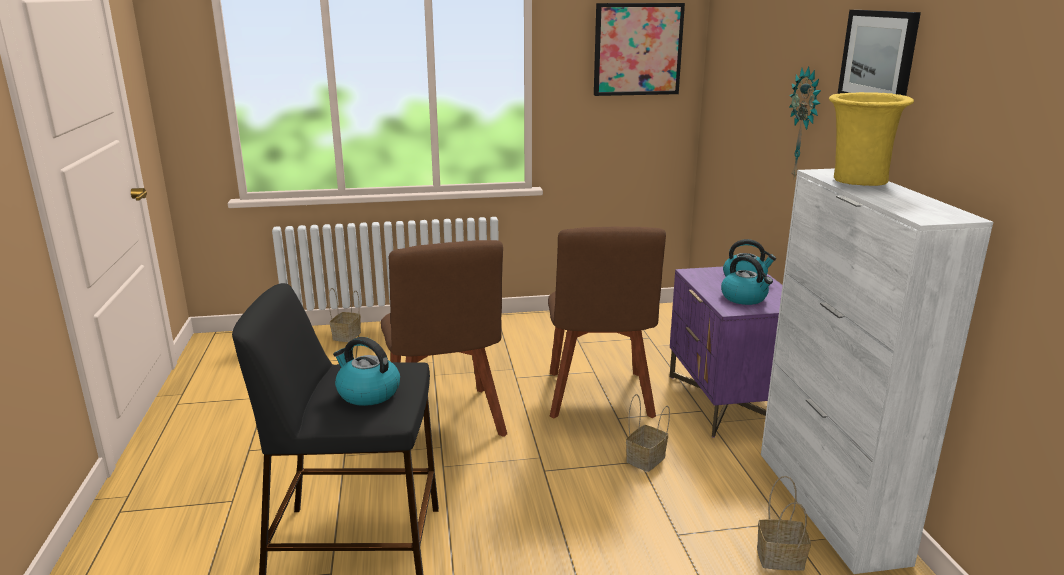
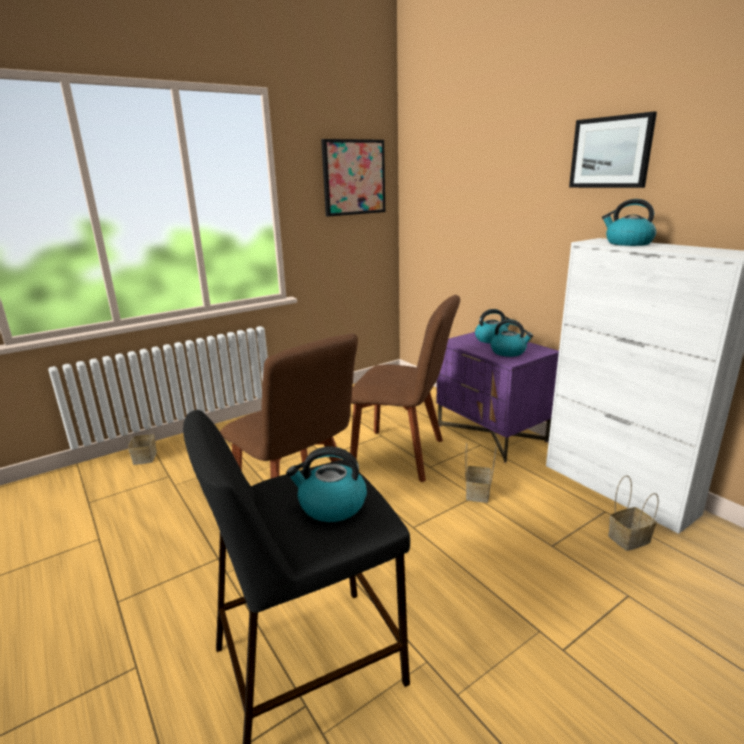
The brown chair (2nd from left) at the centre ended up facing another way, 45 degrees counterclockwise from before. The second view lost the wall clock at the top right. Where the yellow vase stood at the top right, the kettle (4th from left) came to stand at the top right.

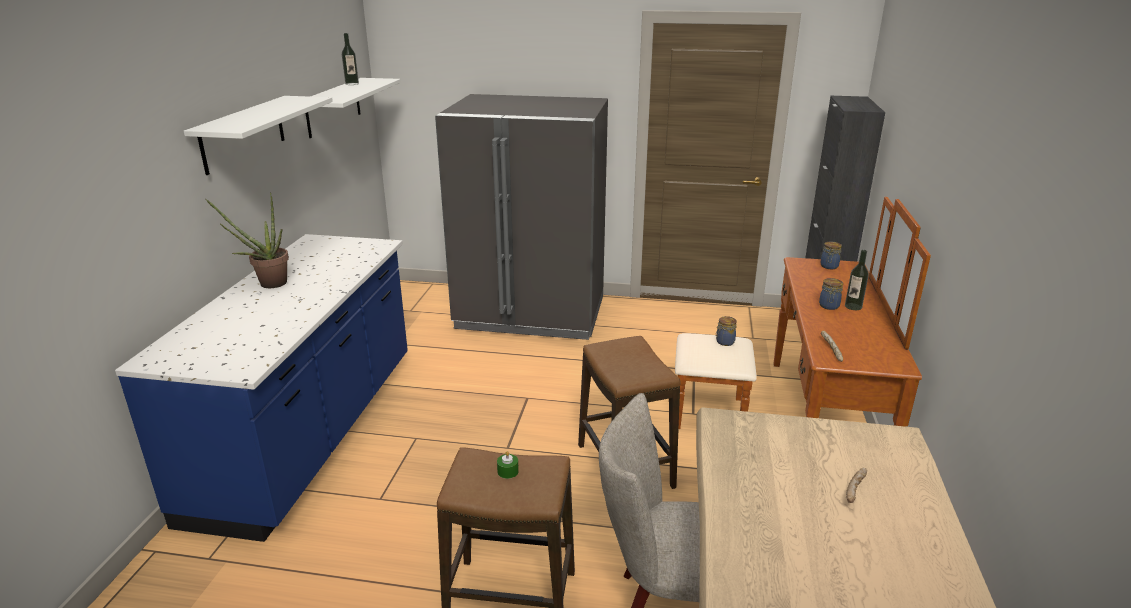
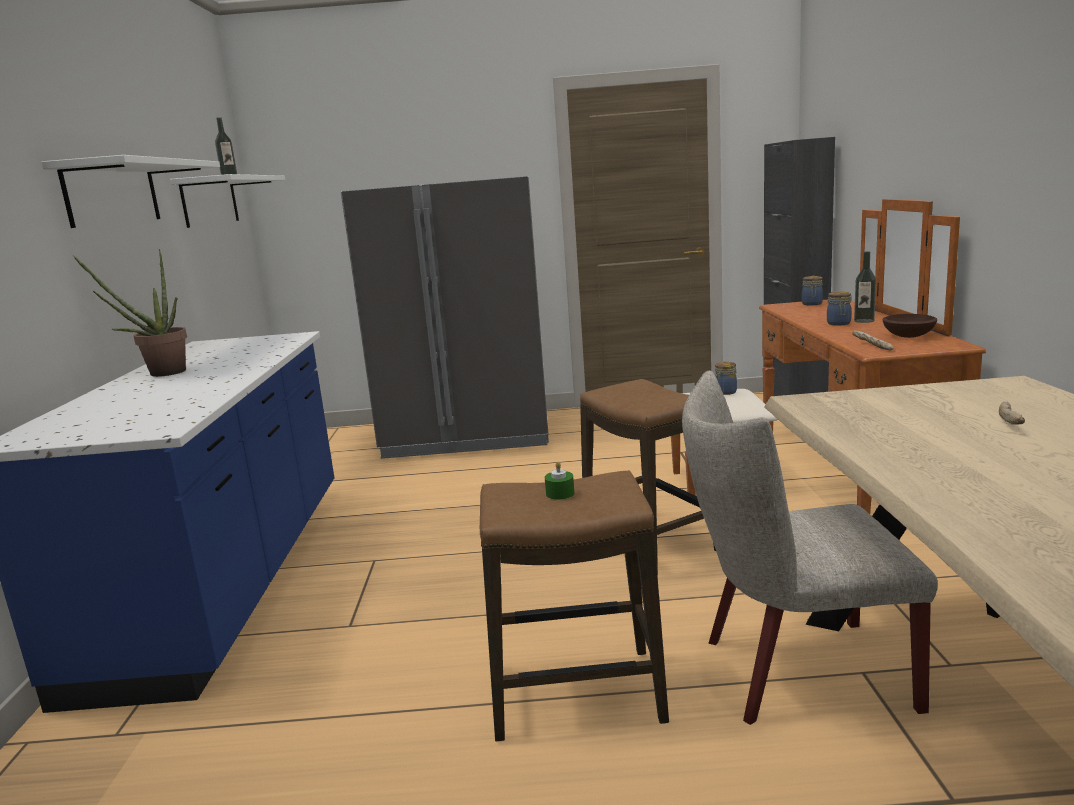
The second view gained the brown bowl at the middle right.

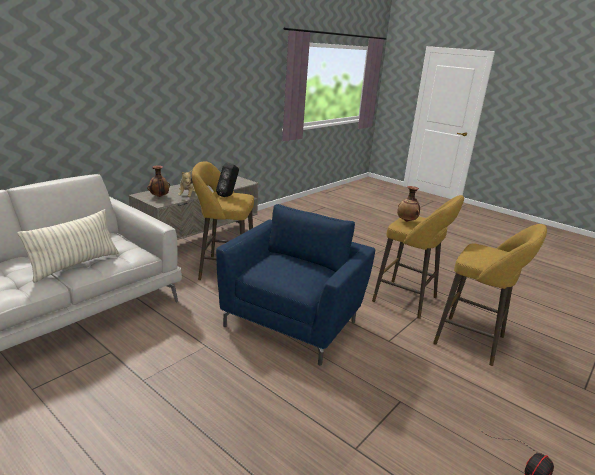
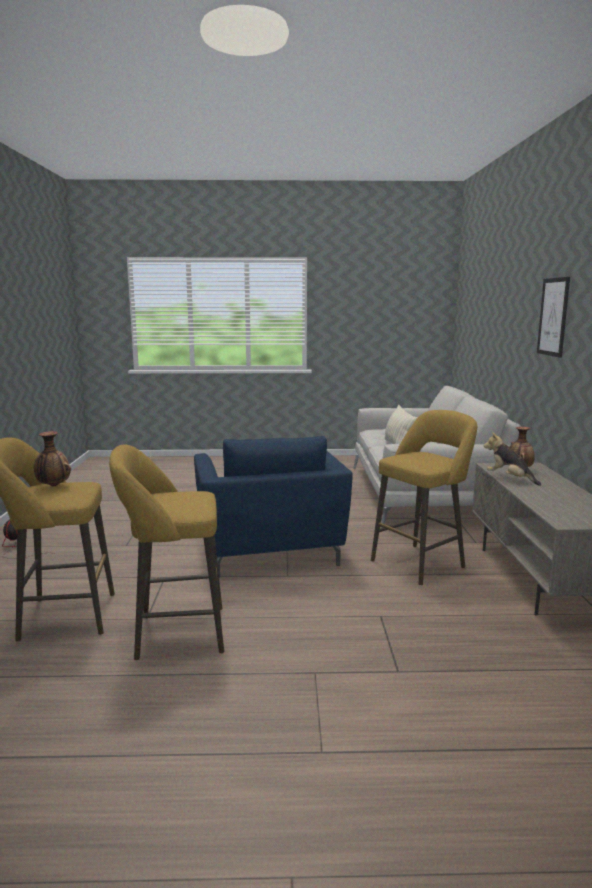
The second view lost the black speaker at the centre. The vase (2nd from left in the first image) ended up elsewhere, having gone from the middle right to the middle left. The second view gained the picture at the middle right.

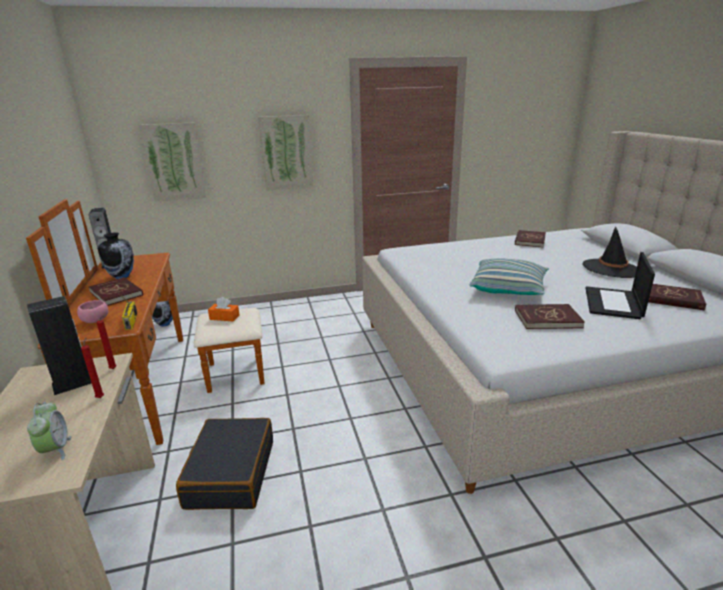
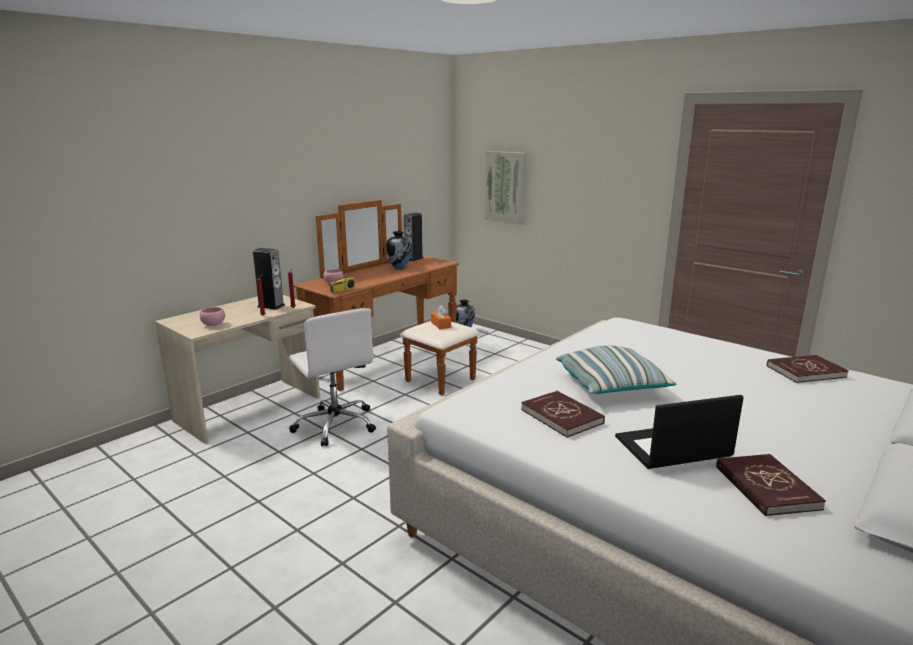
Where the alarm clock stood at the bottom left, the pink bowl (1st from left) came to stand at the middle left. The second view lost the red book (1st from left) at the middle left. Where the black suitcase stood at the bottom left, the white office chair came to stand at the centre. The second view lost the picture (2nd from left) at the top centre. The second view lost the black hat at the middle right.

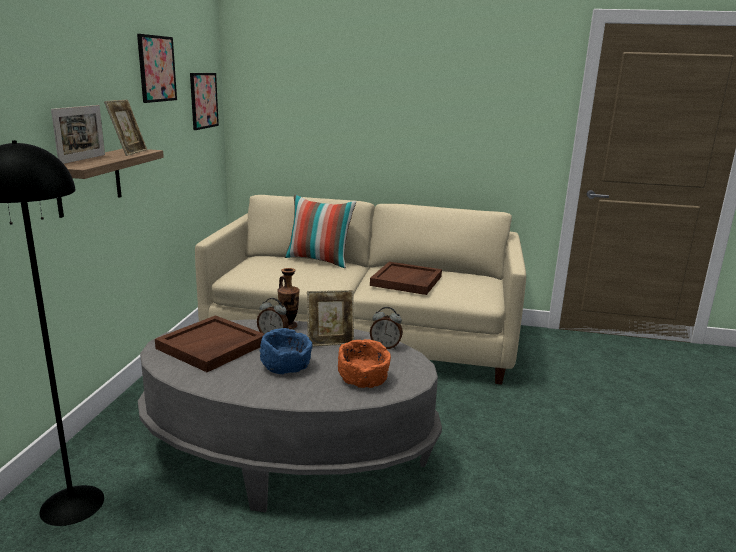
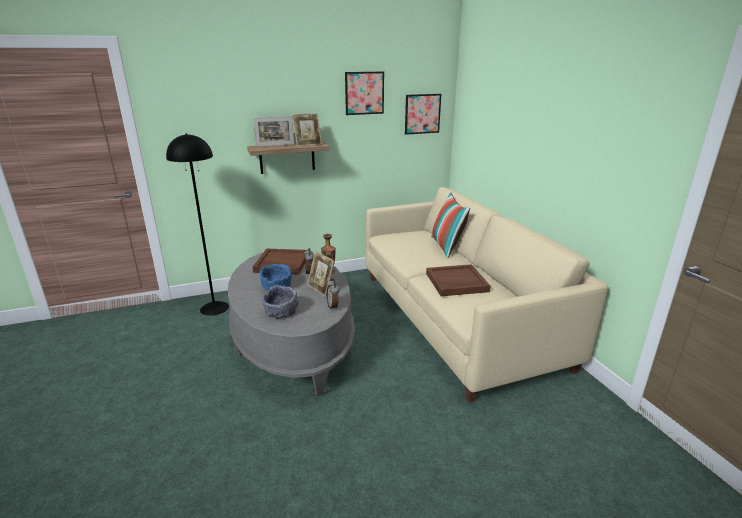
What was the orange bowl at the centre turned into the grey bowl at the centre.

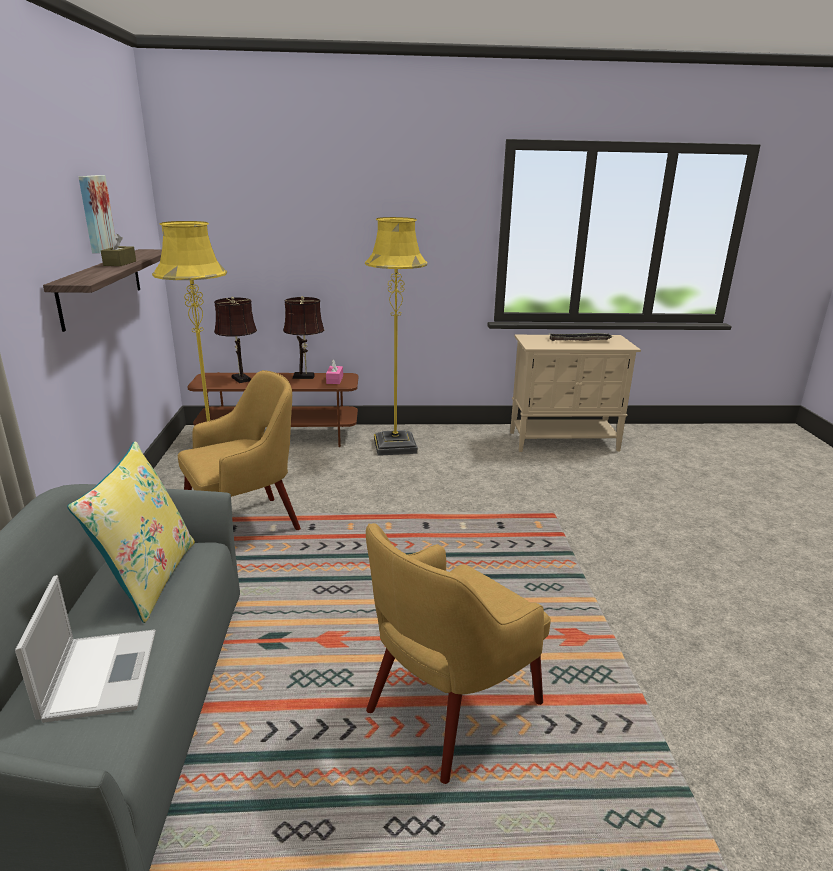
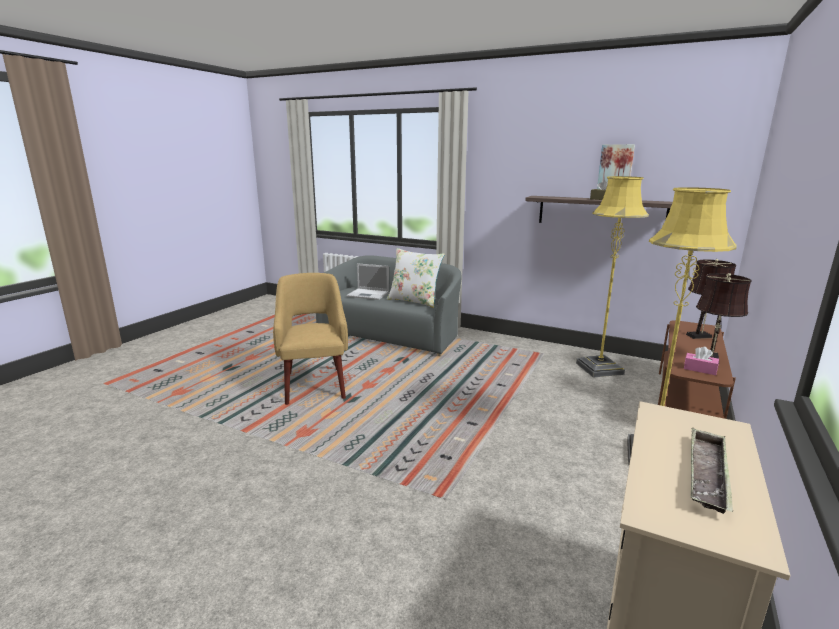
What was the yellow pillow at the middle left turned into the white pillow at the centre. The second view lost the yellow armchair (1st from left) at the middle left.

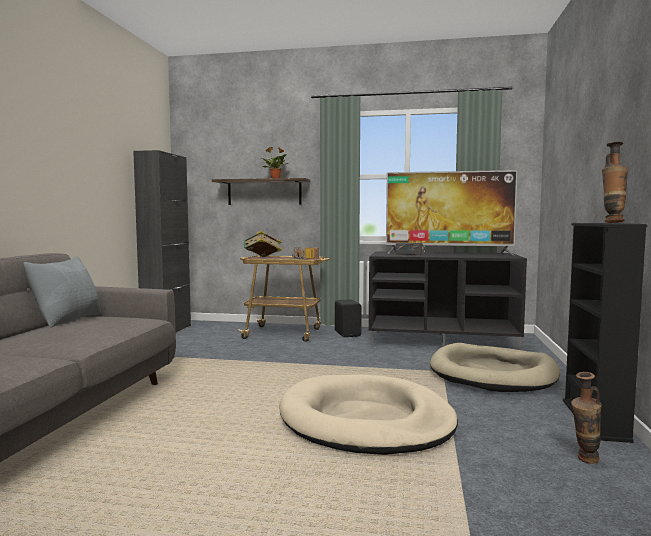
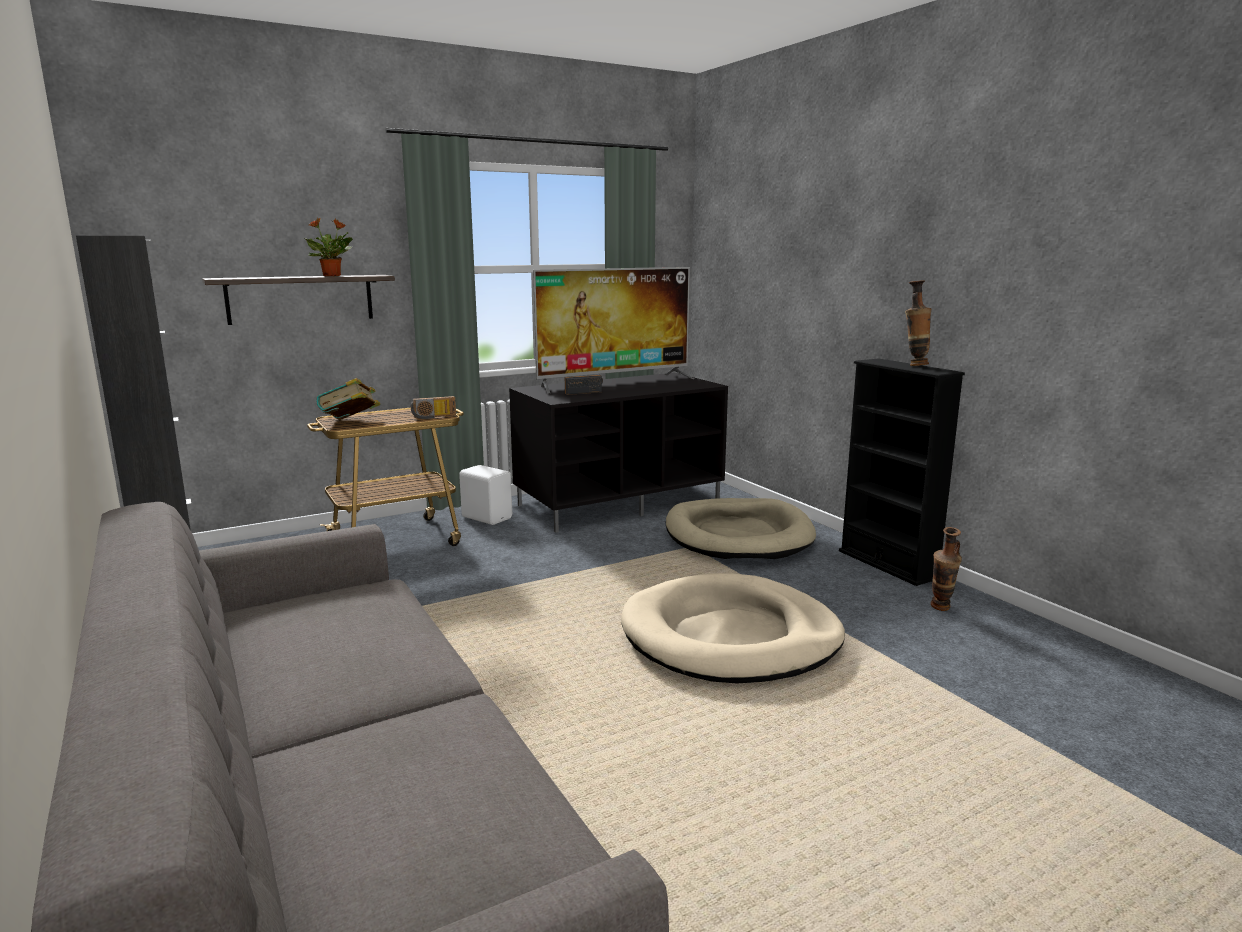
The second view lost the grey pillow at the middle left. What was the black speaker at the centre turned into the white speaker at the centre.

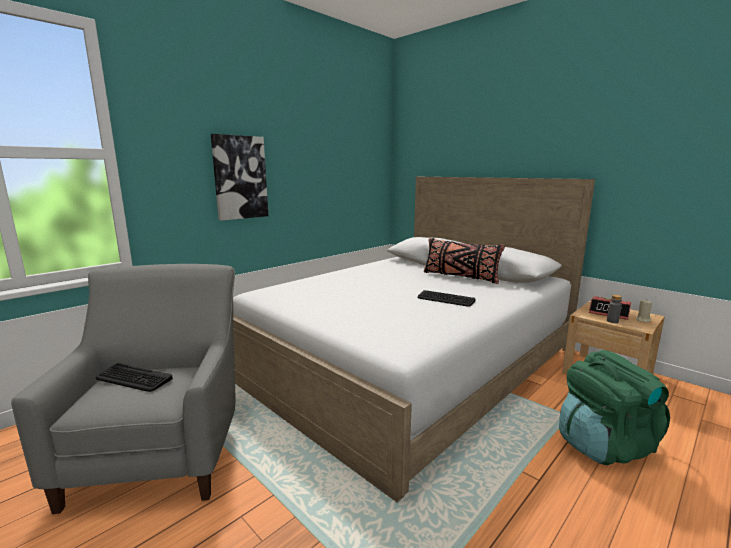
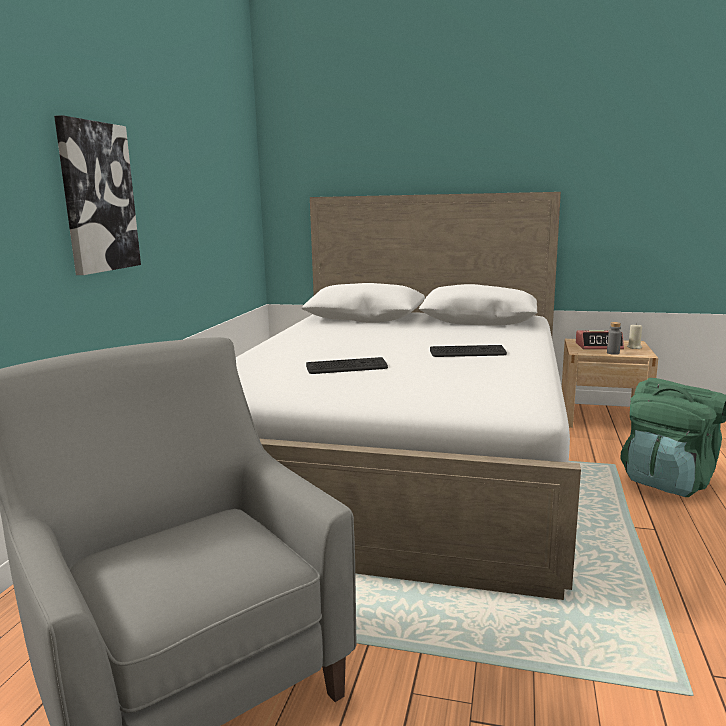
The keyboard (1st from left) ended up elsewhere, having gone from the bottom left to the centre. The second view lost the black pillow at the centre.

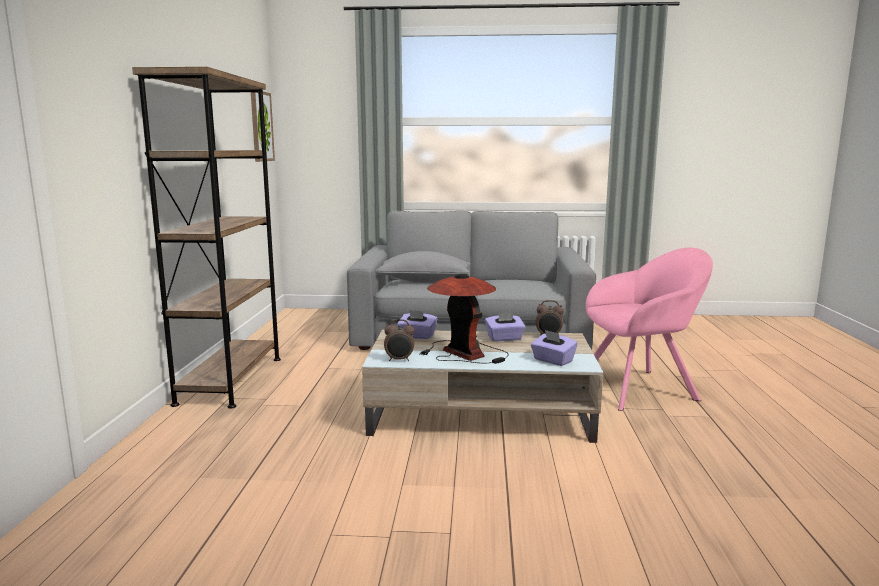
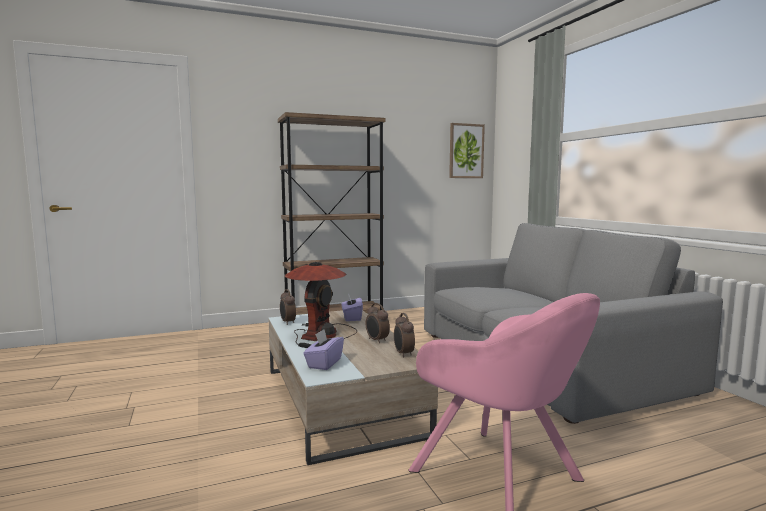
The second view lost the grey pillow at the centre. Where the purple tissue box (2nd from left) stood at the centre, the alarm clock (2nd from left) came to stand at the centre.

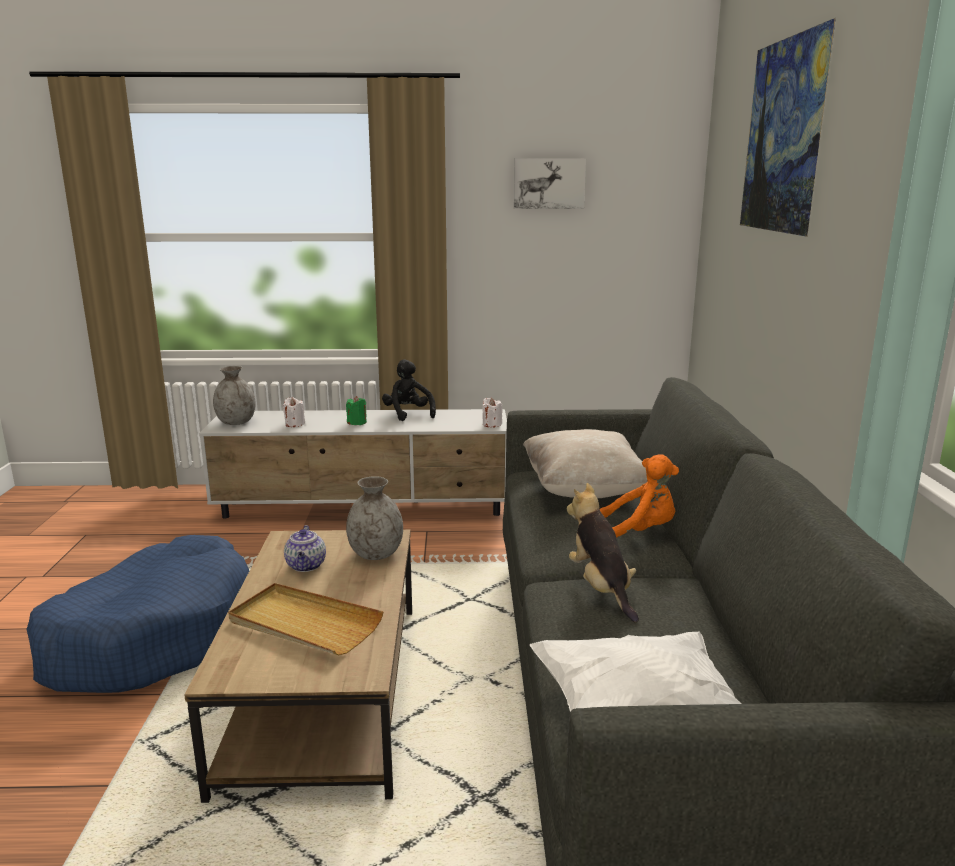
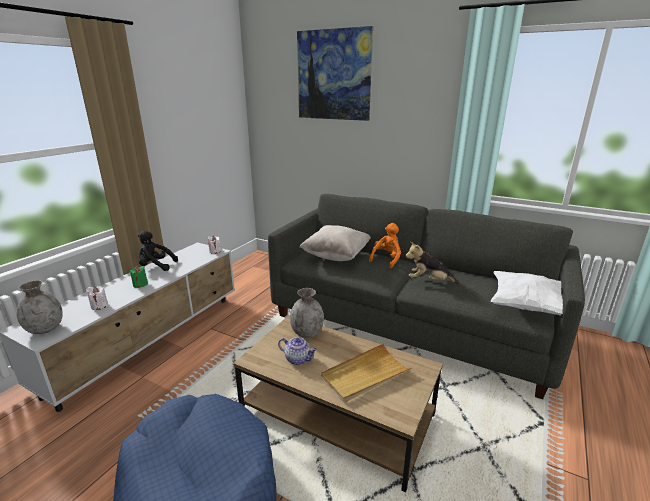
The second view lost the picture (1st from left) at the top centre.

